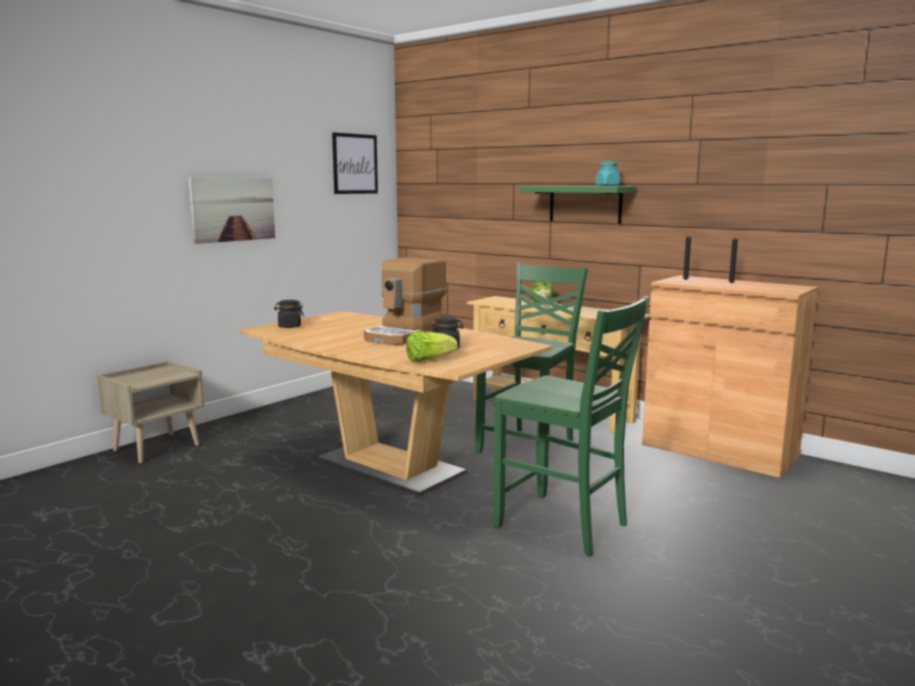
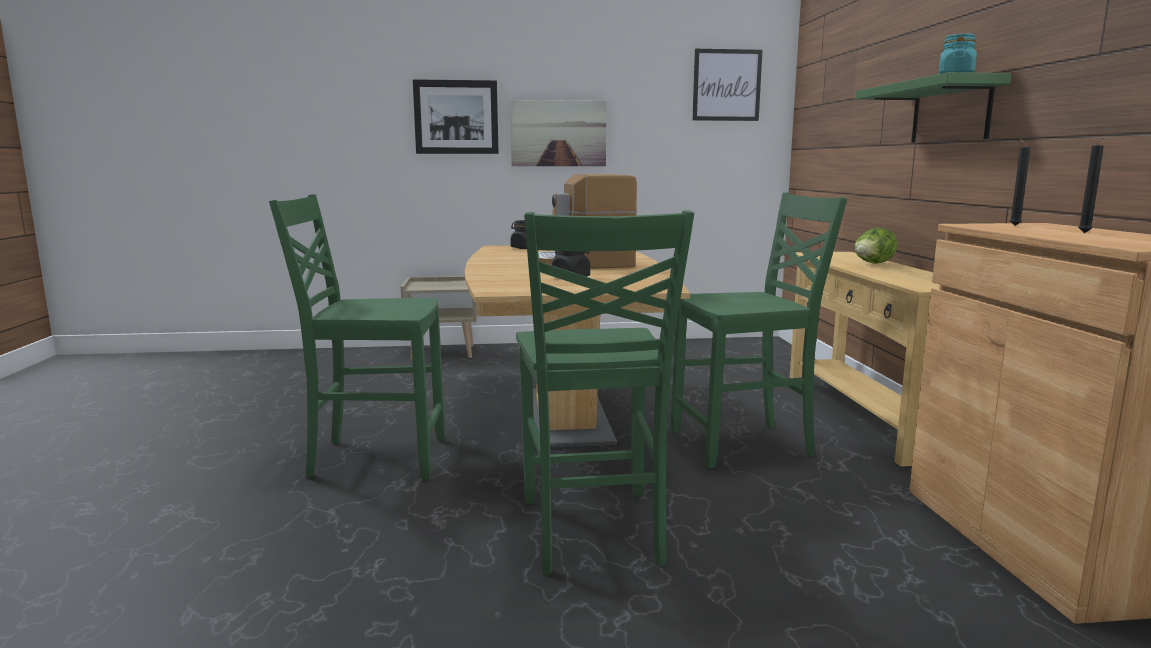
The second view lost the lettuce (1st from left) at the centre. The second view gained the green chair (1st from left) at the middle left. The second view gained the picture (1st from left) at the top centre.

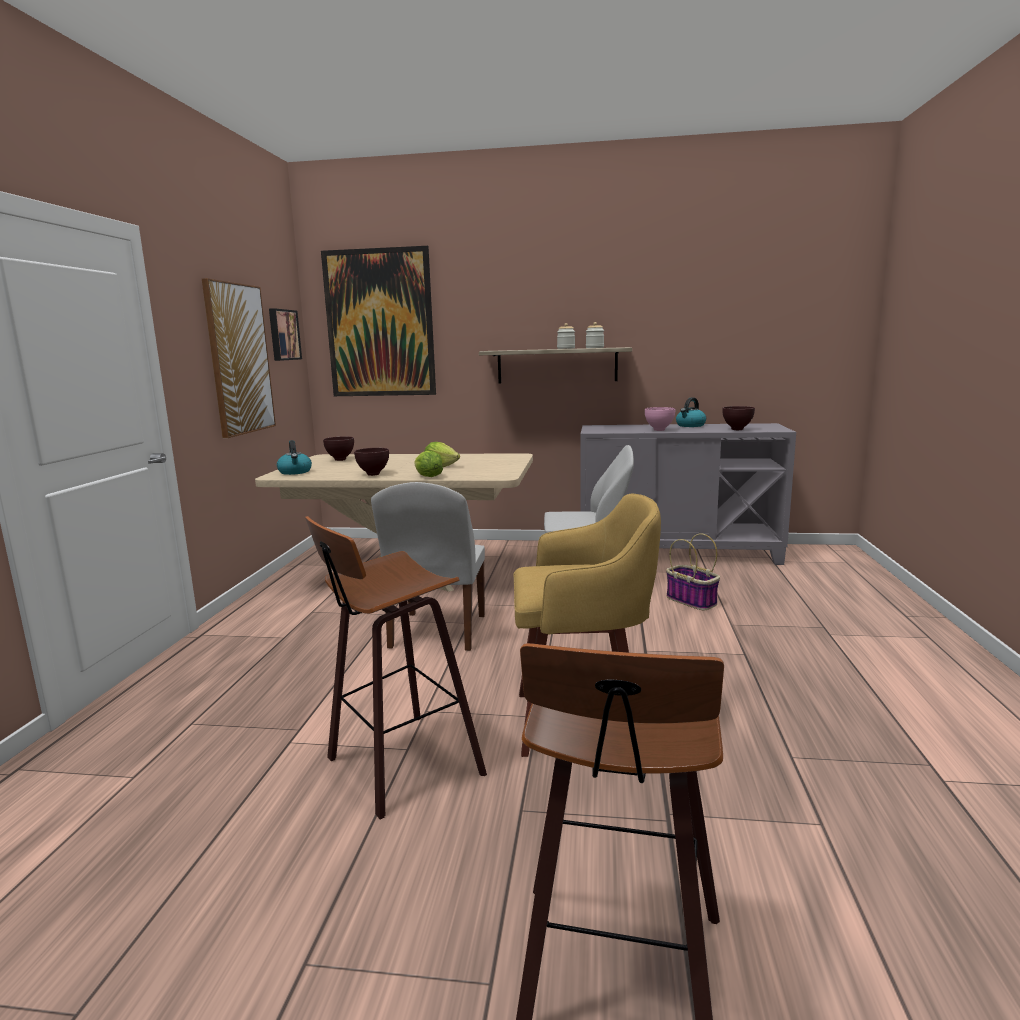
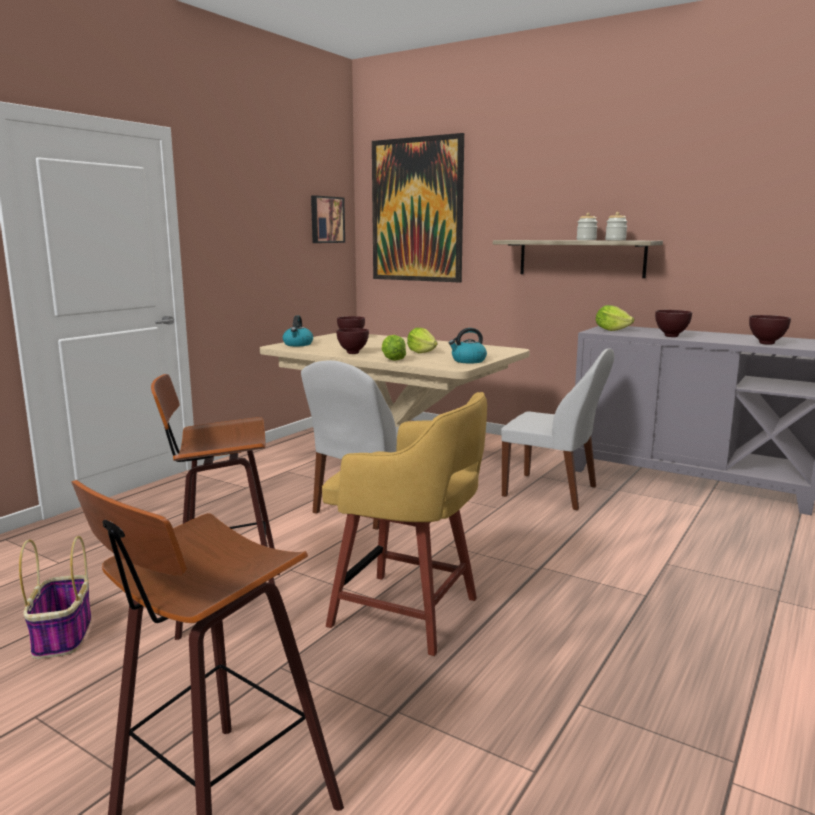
The second view lost the picture (1st from left) at the middle left. What was the pink bowl at the centre turned into the brown bowl (3rd from left) at the middle right. The basket ended up elsewhere, having gone from the middle right to the bottom left. The kettle (2nd from left) ended up elsewhere, having gone from the middle right to the centre. The second view gained the lettuce (3rd from left) at the middle right.

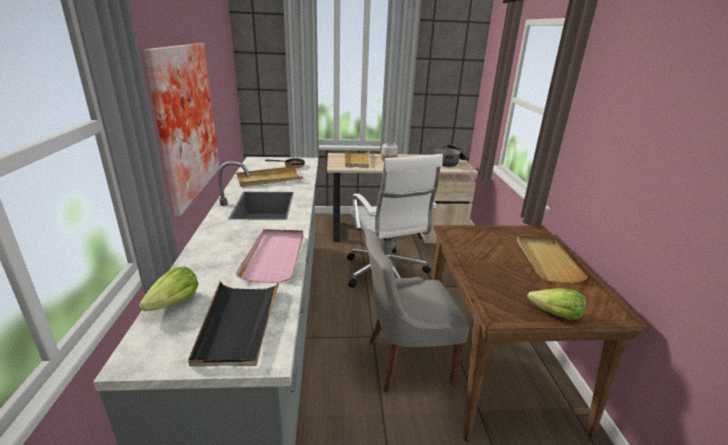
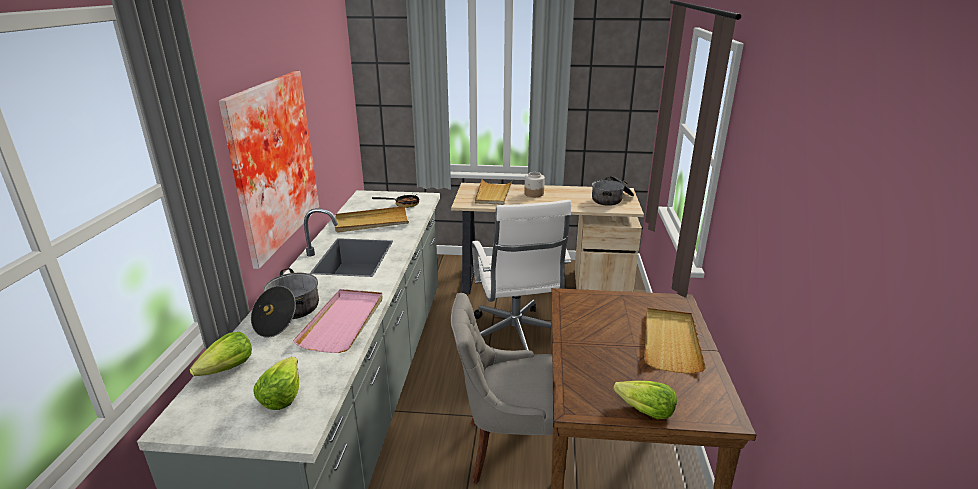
Where the black tray stood at the bottom left, the lettuce (2nd from left) came to stand at the bottom left. The second view gained the cooking pot (1st from left) at the middle left.

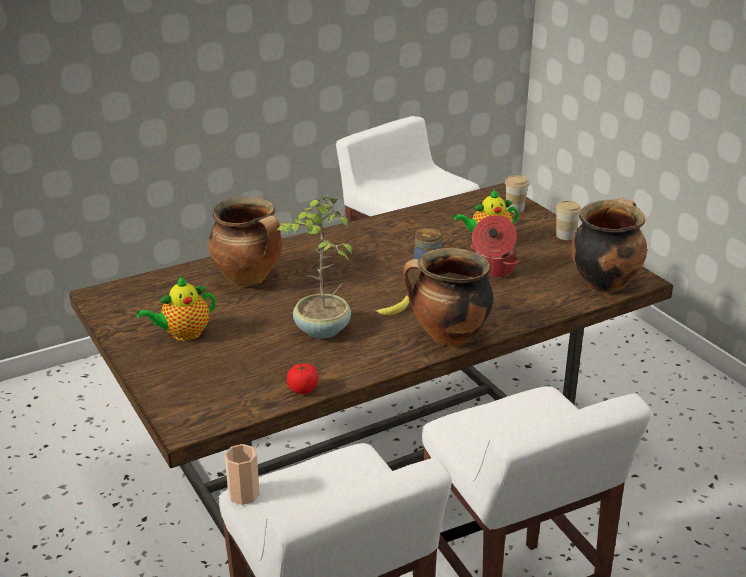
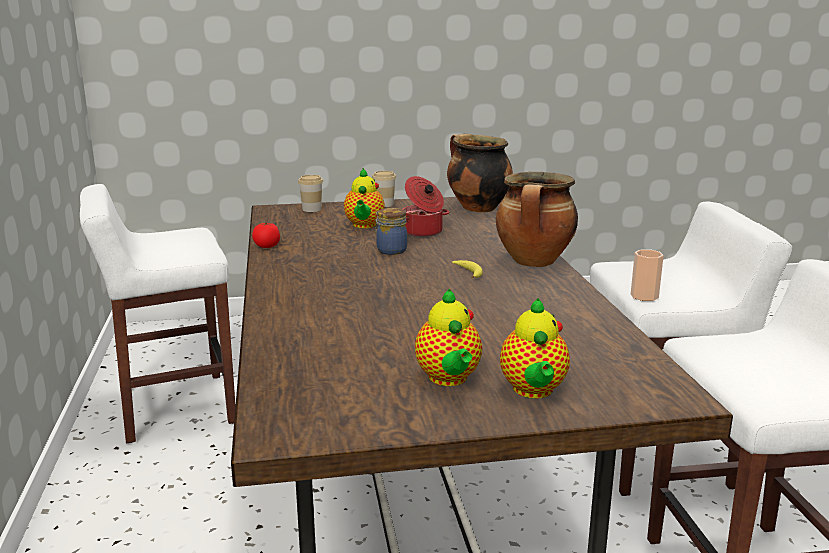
The second view lost the cooking pot (1st from left) at the middle left. The cup (1st from left in the first image) ended up elsewhere, having gone from the bottom left to the middle right. The second view lost the potted plant at the centre. The tomato ended up elsewhere, having gone from the centre to the middle left. The second view gained the teapot (3rd from left) at the centre.

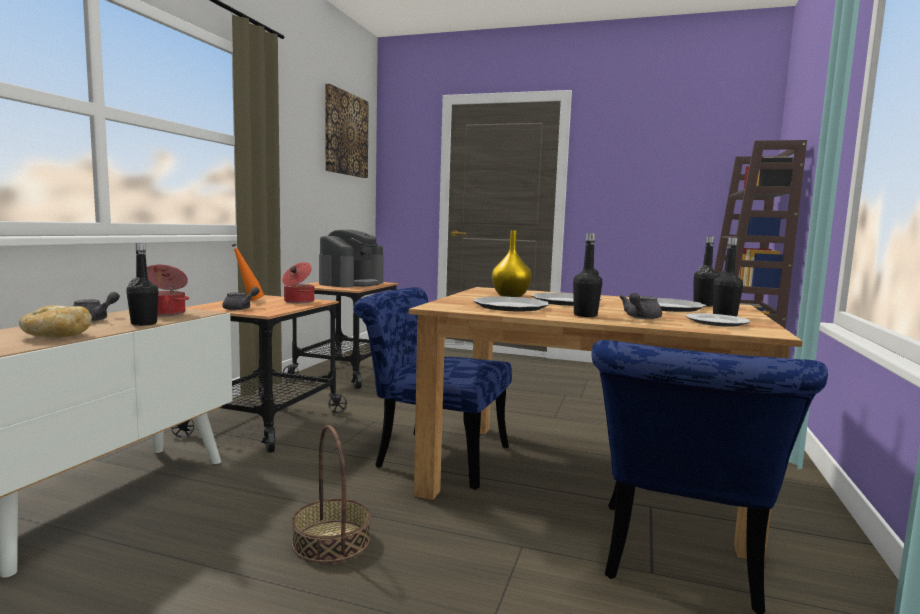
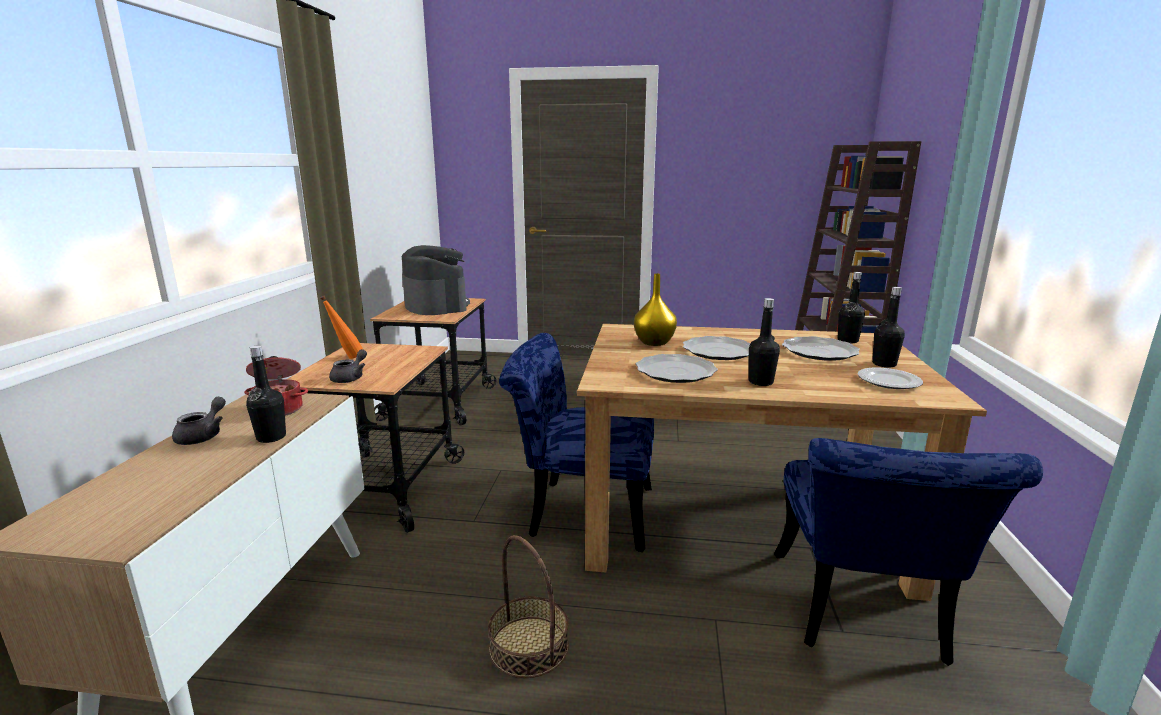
The second view lost the bread at the middle left. The second view lost the cooking pot (2nd from left) at the middle left. The coffee machine at the centre ended up facing another way, 45 degrees counterclockwise from before. The second view lost the picture at the top centre. The second view lost the grey teapot (3rd from left) at the middle right.

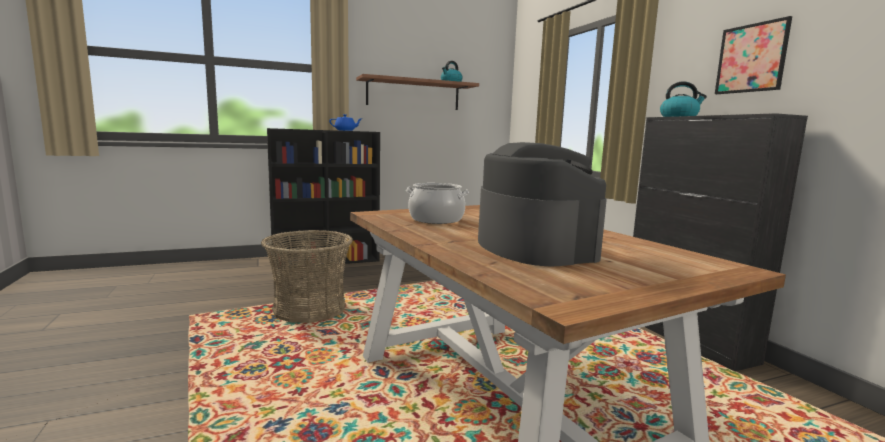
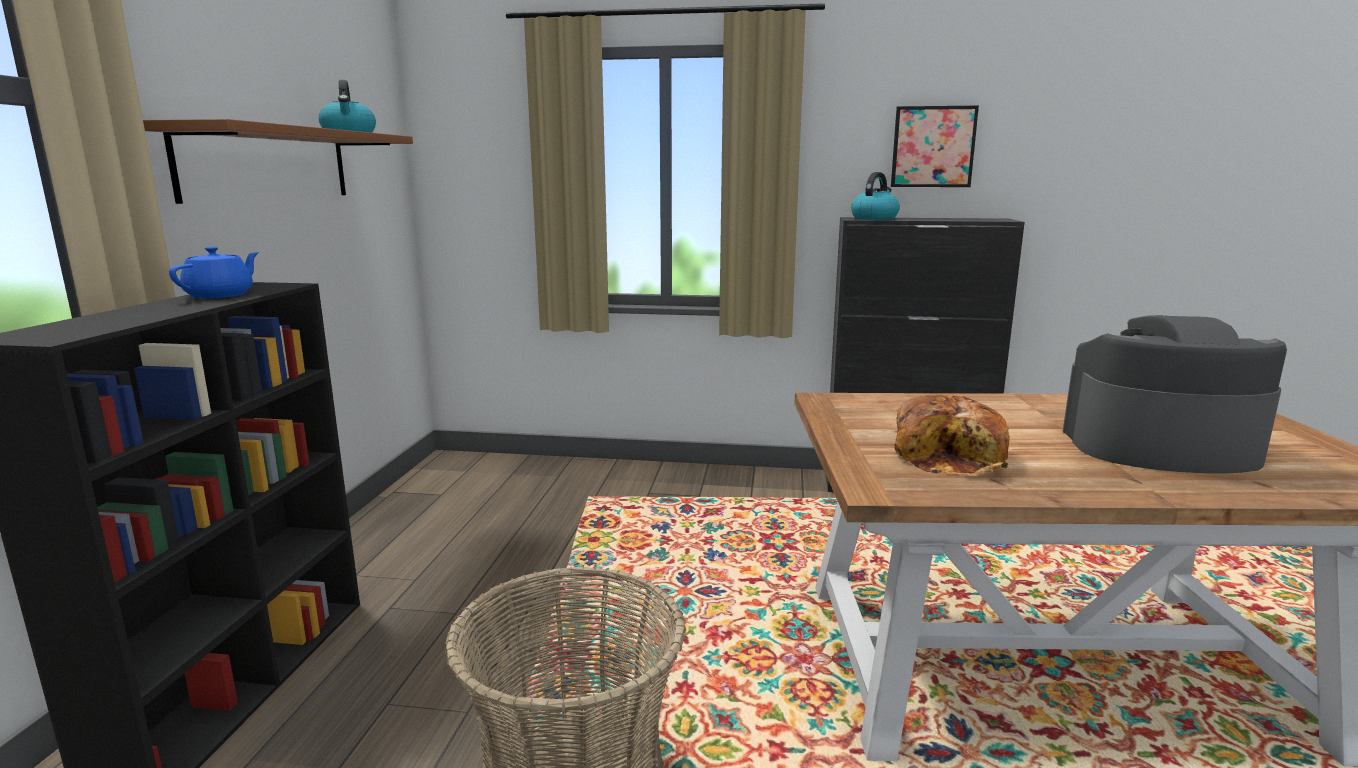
Where the cooking pot stood at the centre, the bread came to stand at the middle right.

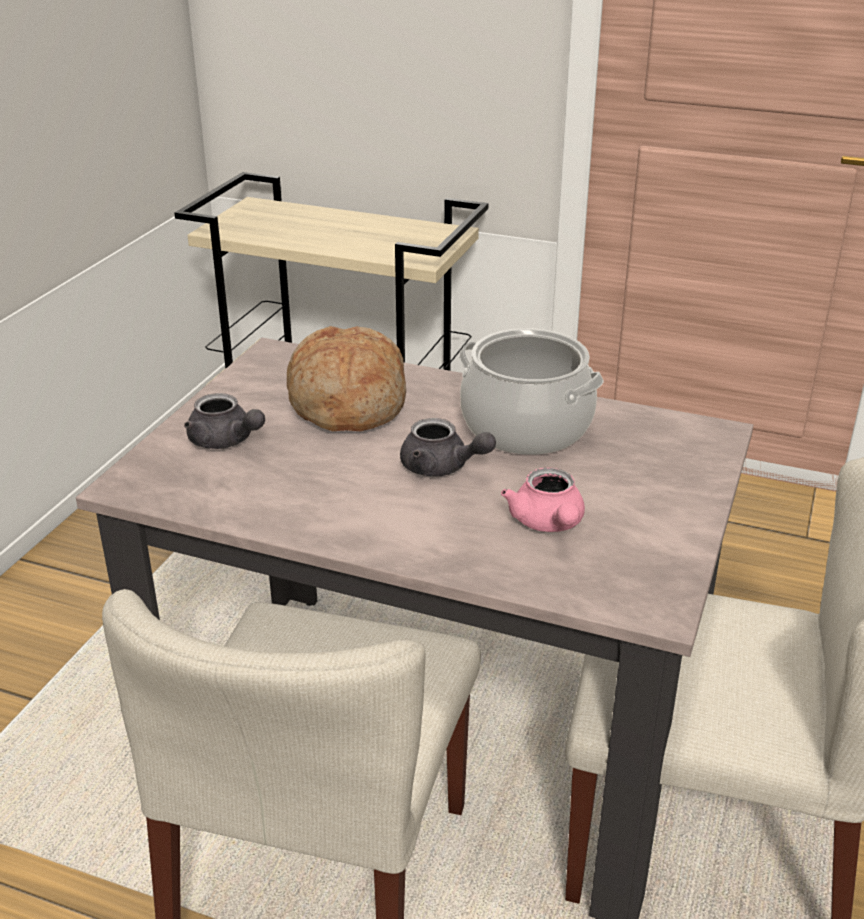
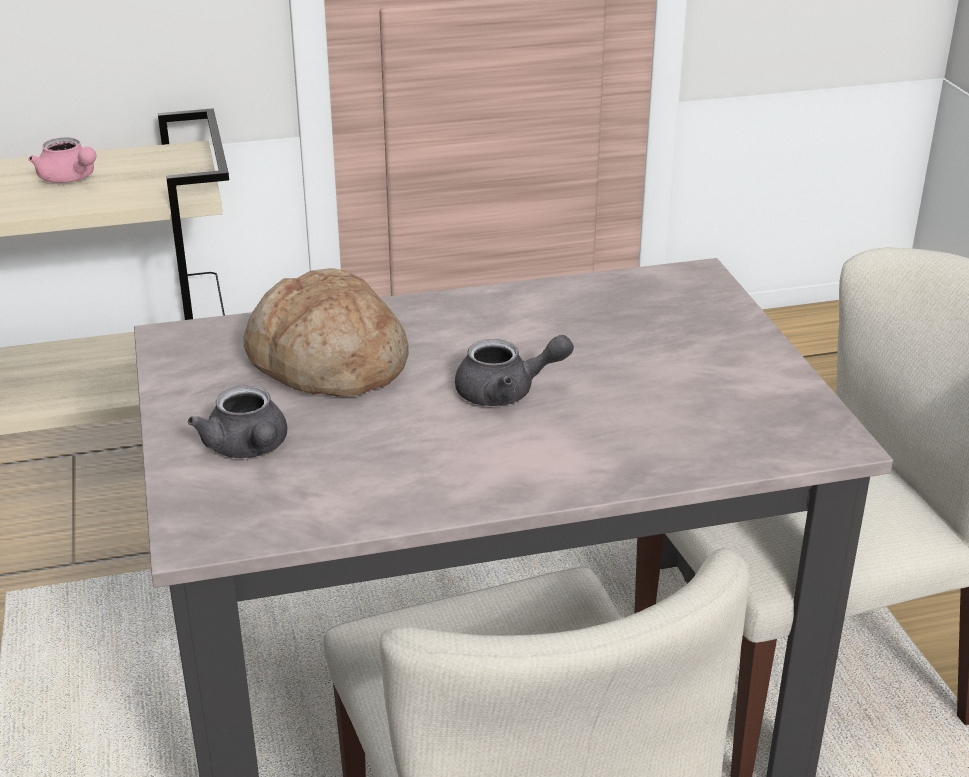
The grey teapot (1st from left) at the middle left ended up facing another way, 60 degrees clockwise from before. The second view lost the cooking pot at the centre. The pink teapot ended up elsewhere, having gone from the centre to the top left.

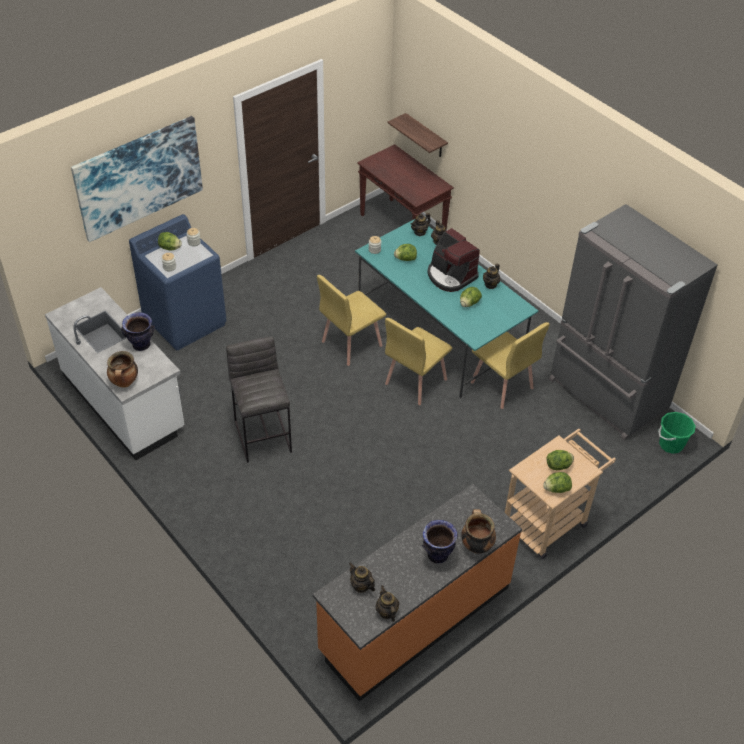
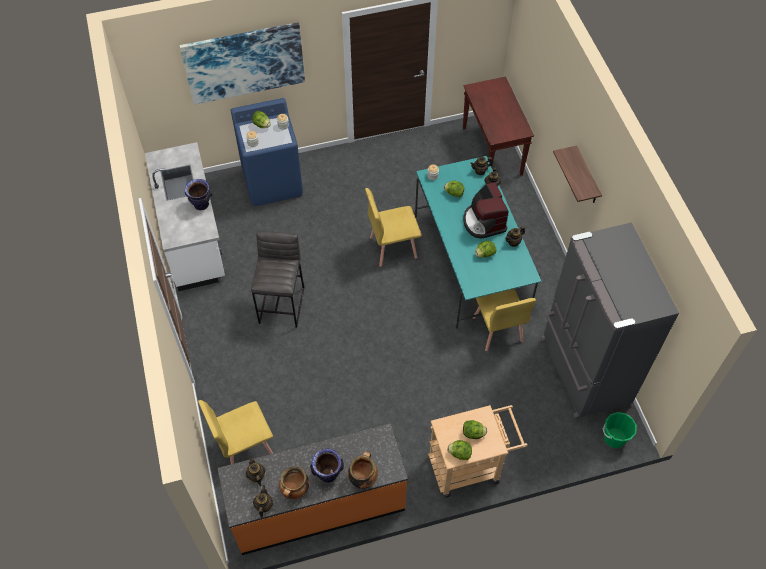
The cooking pot (1st from left) ended up elsewhere, having gone from the middle left to the bottom centre. The yellow chair (2nd from left in the first image) ended up elsewhere, having gone from the centre to the bottom left. The shelf ended up elsewhere, having gone from the top centre to the top right.

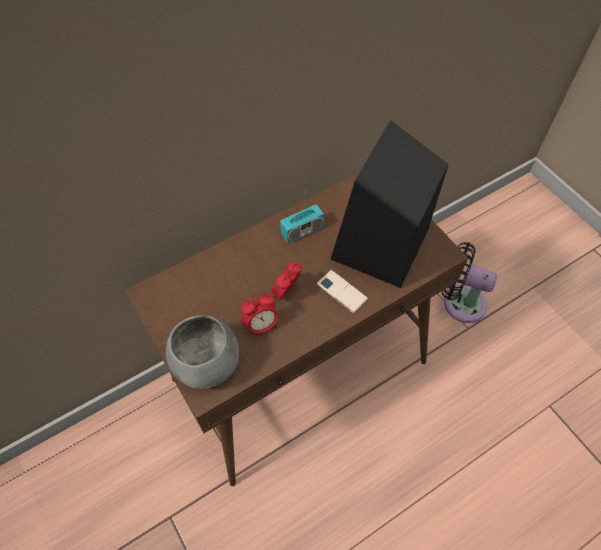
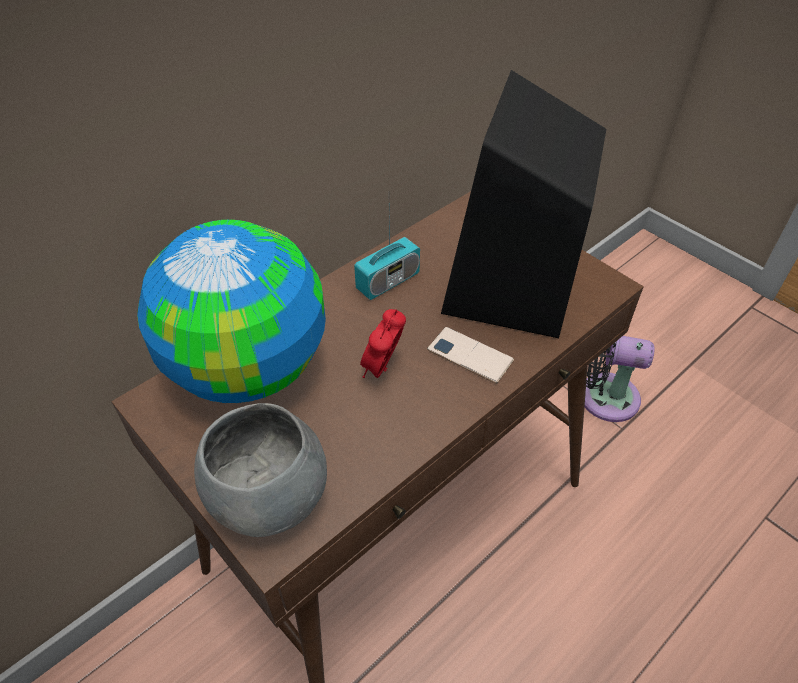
The second view lost the alarm clock (1st from left) at the centre. The second view gained the globe at the middle left.

